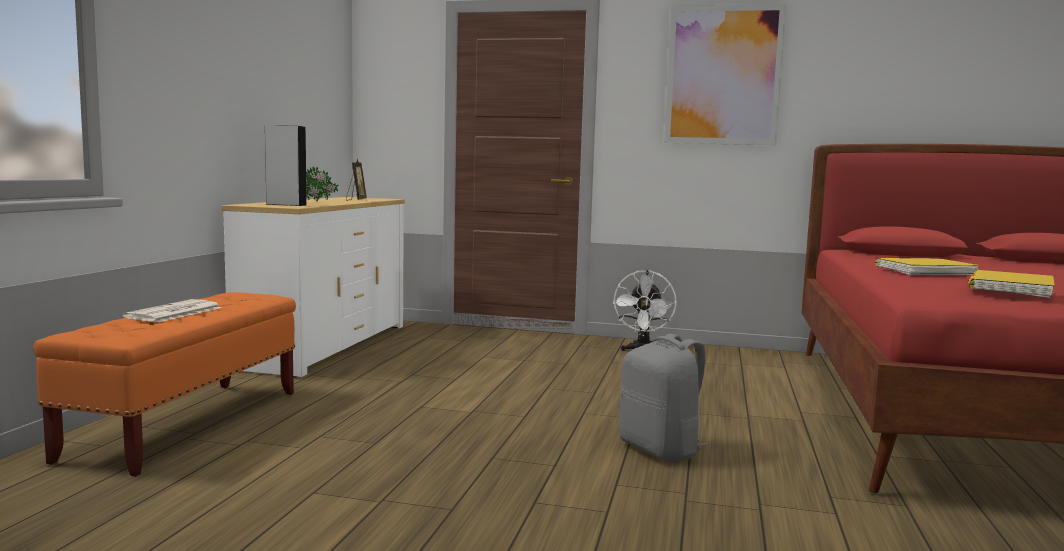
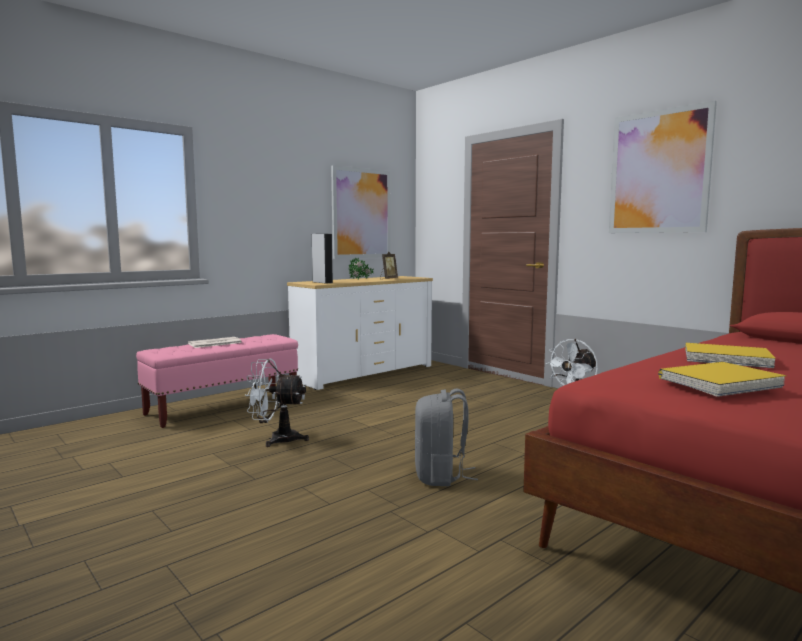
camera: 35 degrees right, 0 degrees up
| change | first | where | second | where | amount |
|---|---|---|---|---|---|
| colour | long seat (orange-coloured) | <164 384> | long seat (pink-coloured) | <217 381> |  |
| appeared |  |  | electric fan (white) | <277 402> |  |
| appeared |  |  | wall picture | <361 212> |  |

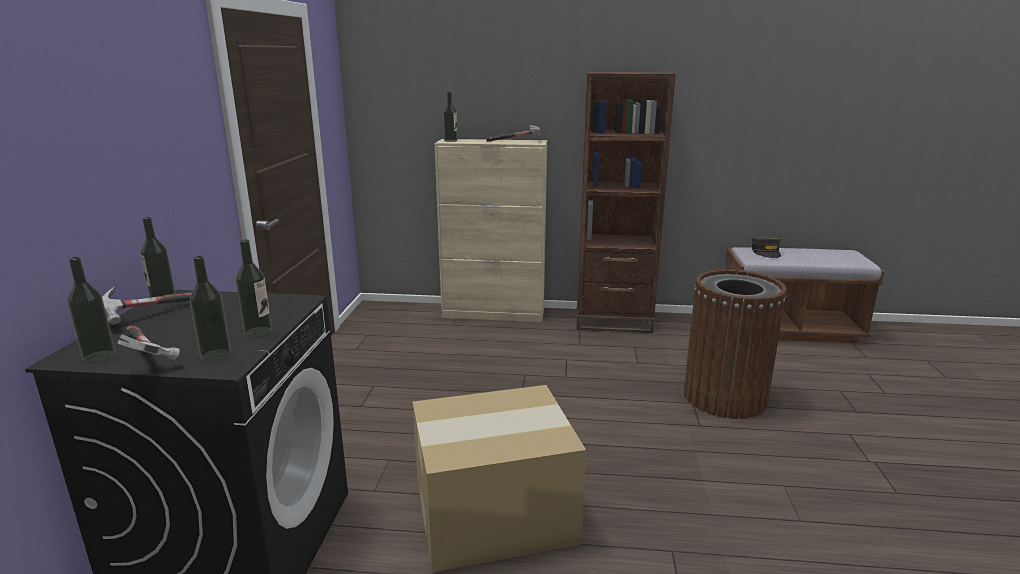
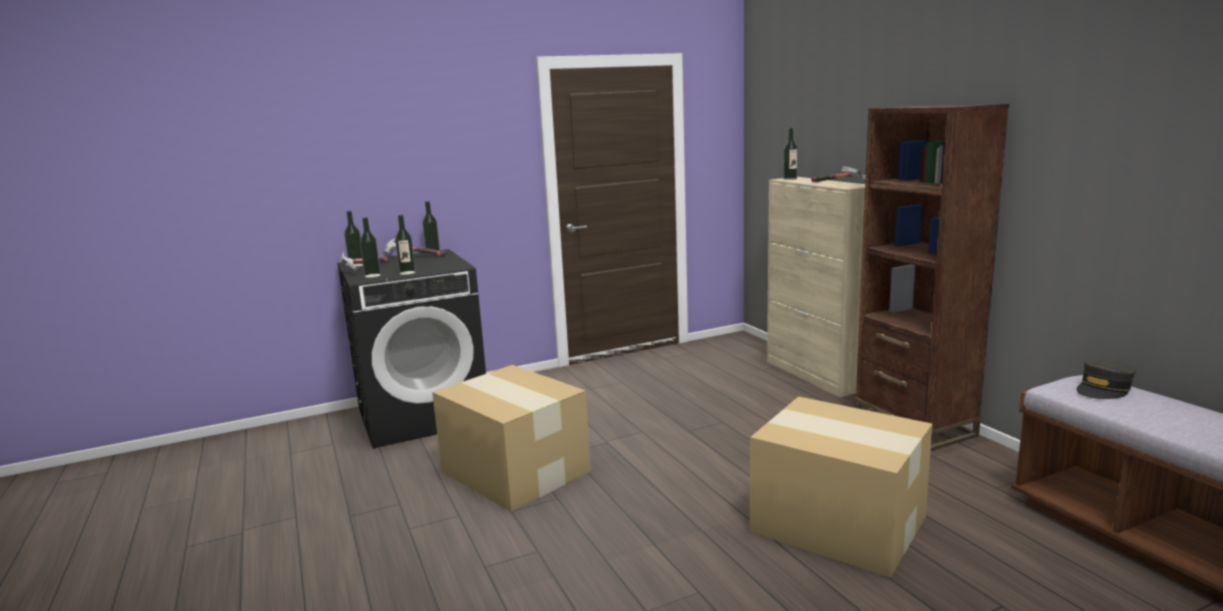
camera: 60 degrees right, 5 degrees down
| change | first | where | second | where | amount |
|---|---|---|---|---|---|
| exchanged | waste bin (brown) | <735 344> | carton | <841 487> |  |

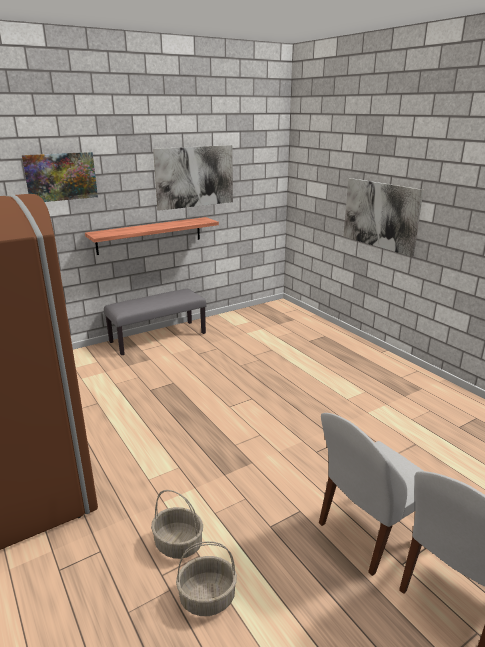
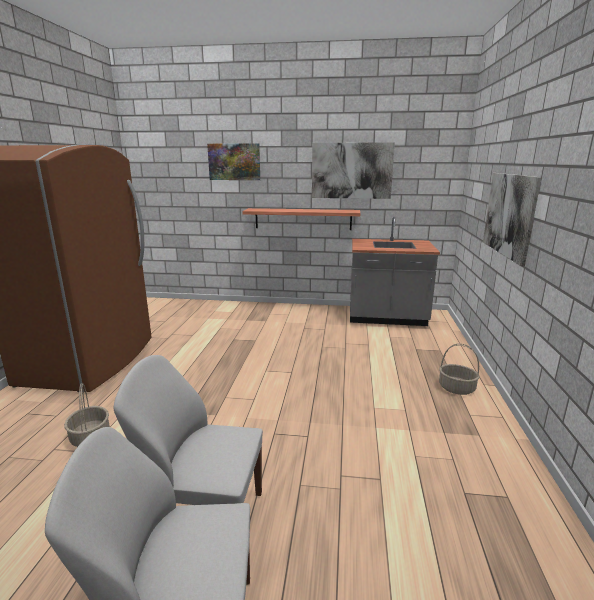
camera: 40 degrees right, 5 degrees down
| change | first | where | second | where | amount |
|---|---|---|---|---|---|
| appeared |  |  | kitchen base unit (greyish) | <395 271> |  |
| relocated | storage basket | <206 578> |  | <459 369> |  |
| missing | long seat (greyish) | <155 322> |  |  |  |

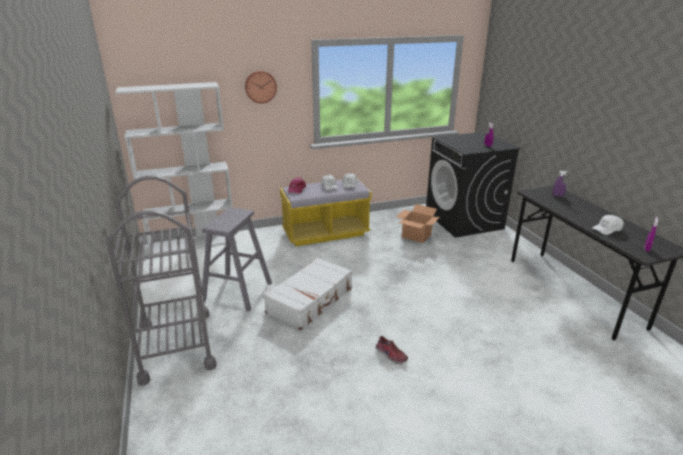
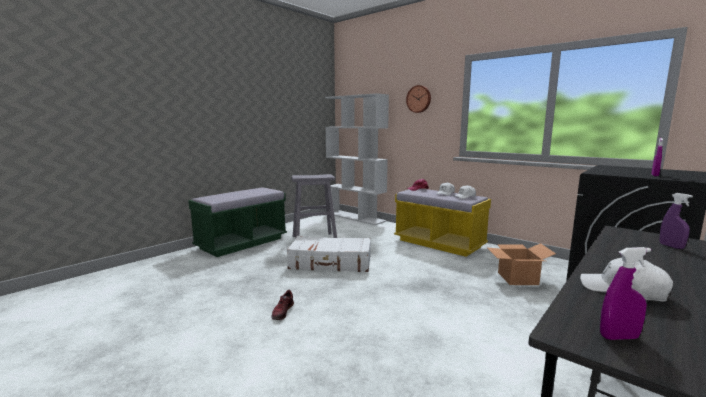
camera: 60 degrees right, 15 degrees down
| change | first | where | second | where | amount |
|---|---|---|---|---|---|
| exchanged | cart (greyish) | <161 280> | long seat (greenish) | <237 222> |  |

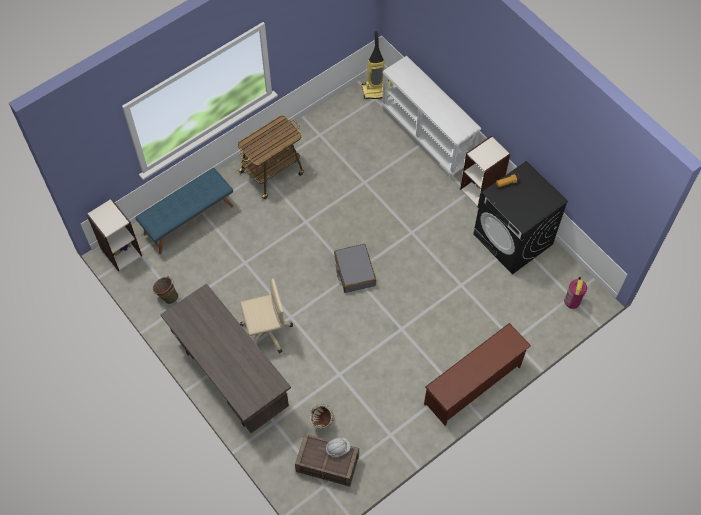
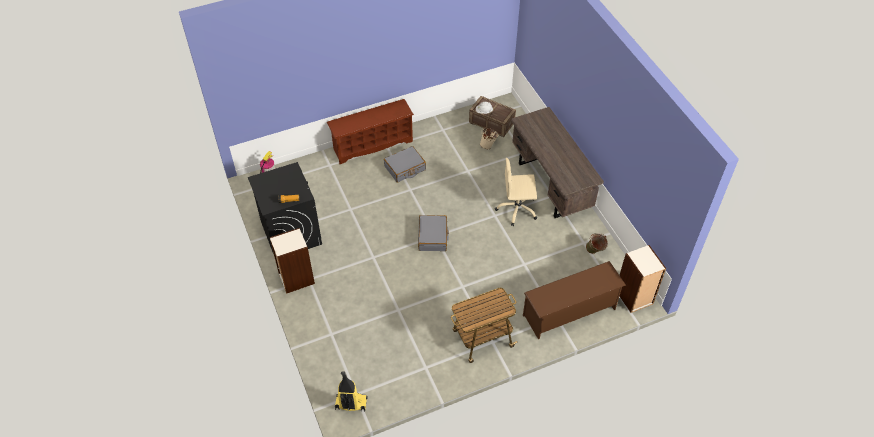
camera: 165 degrees left, 10 degrees down
| change | first | where | second | where | amount |
|---|---|---|---|---|---|
| appeared |  |  | travel case (greyish) | <405 164> |  |
| exchanged | long seat (blue-coloured) | <184 211> | shoe shelf (brown) | <574 300> |  |
| missing | hall table (white) | <431 117> |  |  |  |

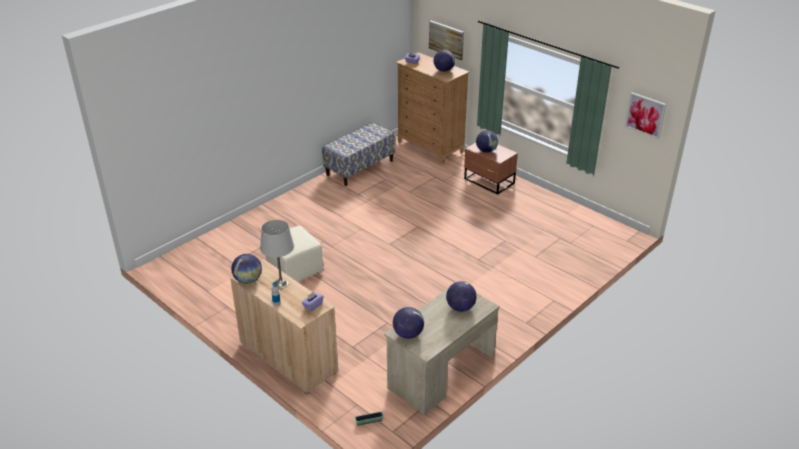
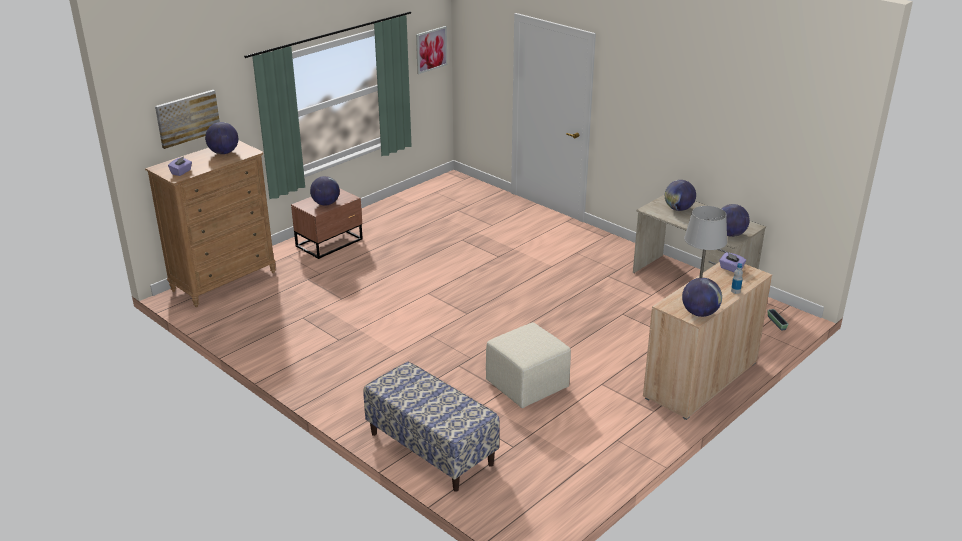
camera: 90 degrees left, 5 degrees down
| change | first | where | second | where | amount |
|---|---|---|---|---|---|
| relocated | long seat | <359 154> |  | <431 427> |  |

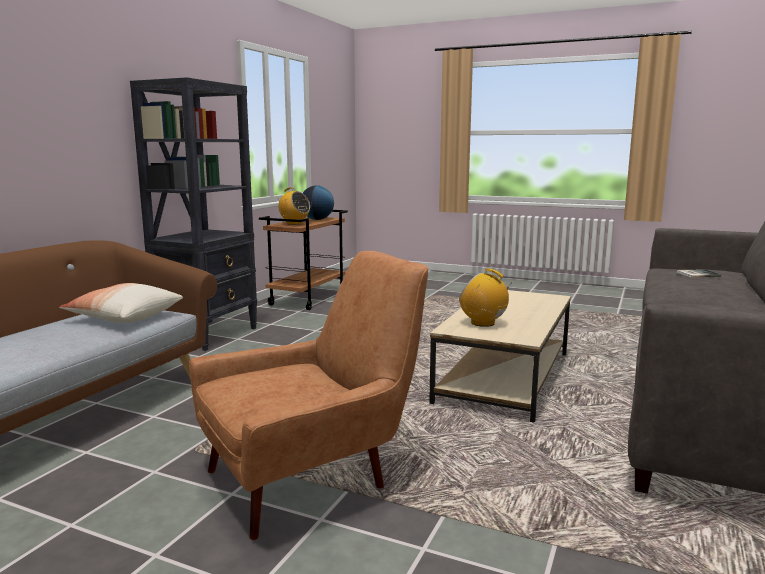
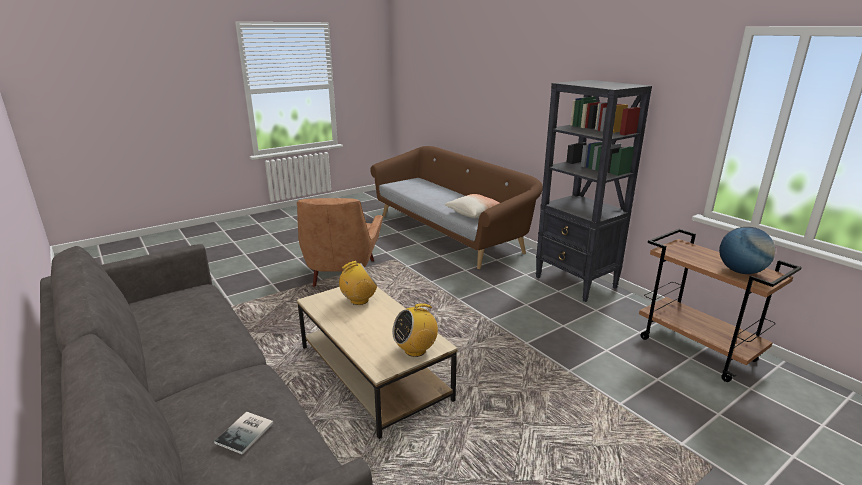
camera: 120 degrees right, 10 degrees up
| change | first | where | second | where | amount |
|---|---|---|---|---|---|
| relocated | radio set | <293 206> |  | <415 330> |  |

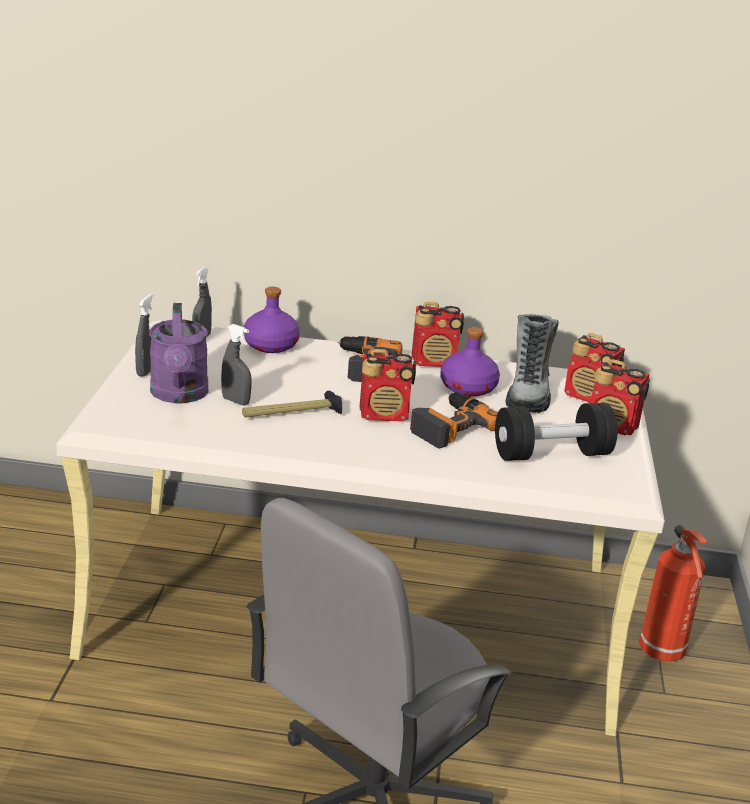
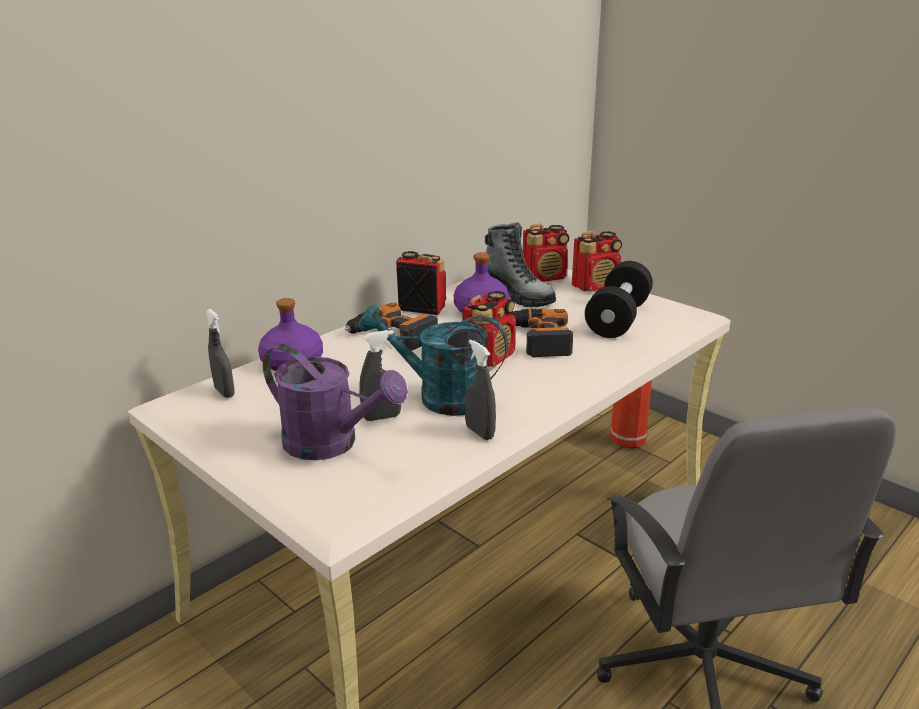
camera: 50 degrees left, 0 degrees up
| change | first | where | second | where | amount |
|---|---|---|---|---|---|
| exchanged | hammer | <292 404> | watering pot (blue-green) | <433 360> |  |
| spun | radio set | <438 334> |  | <421 283> | 105 degrees counterclockwise |
| relocated | spray bottle (greyish) | <144 335> |  | <480 389> |  |

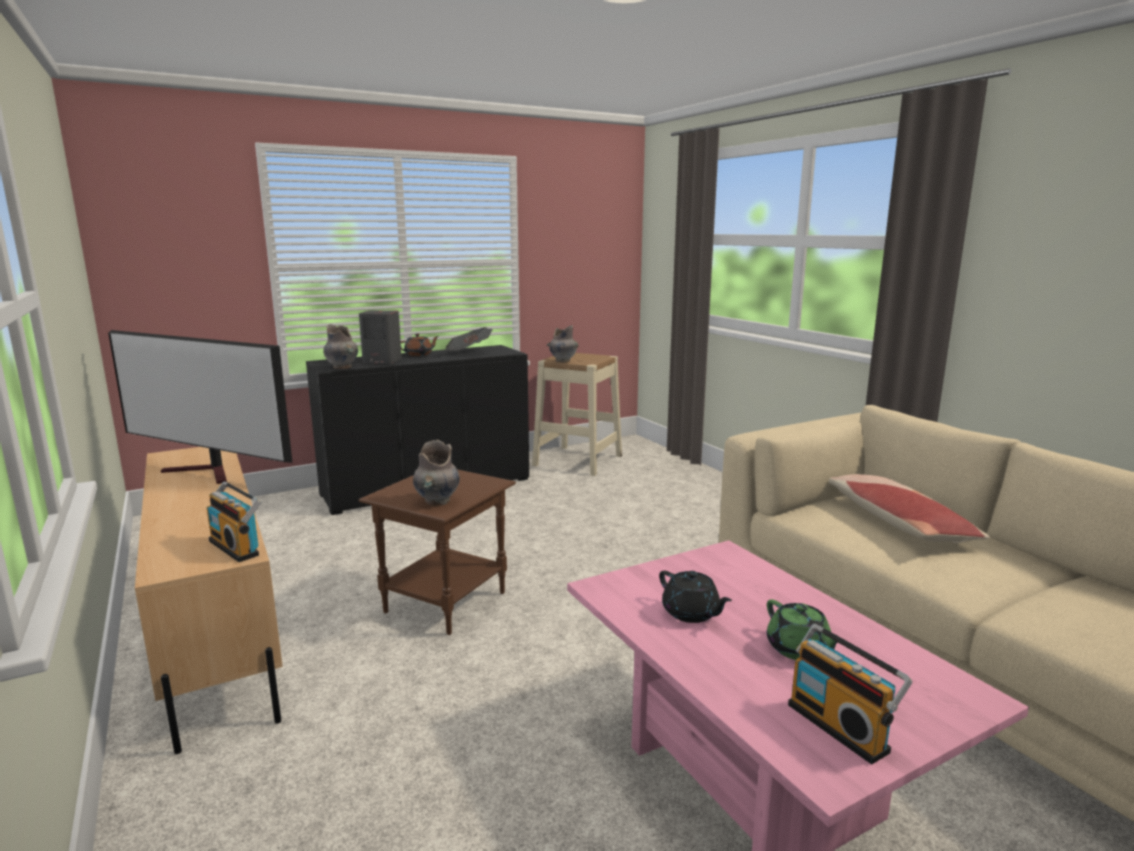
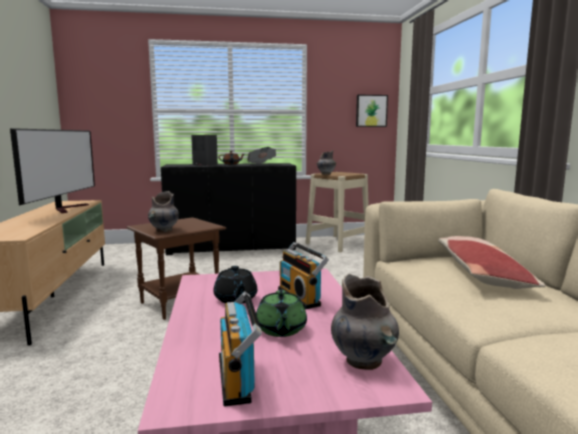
camera: 20 degrees right, 5 degrees down
| change | first | where | second | where | amount |
|---|---|---|---|---|---|
| spun | television | <200 407> |  | <52 170> | 135 degrees counterclockwise |
| relocated | radio set | <234 521> |  | <303 275> |  |
| relocated | flower vase (greyish) | <340 346> |  | <365 322> |  |
| appeared |  |  | wall picture | <372 111> |  |

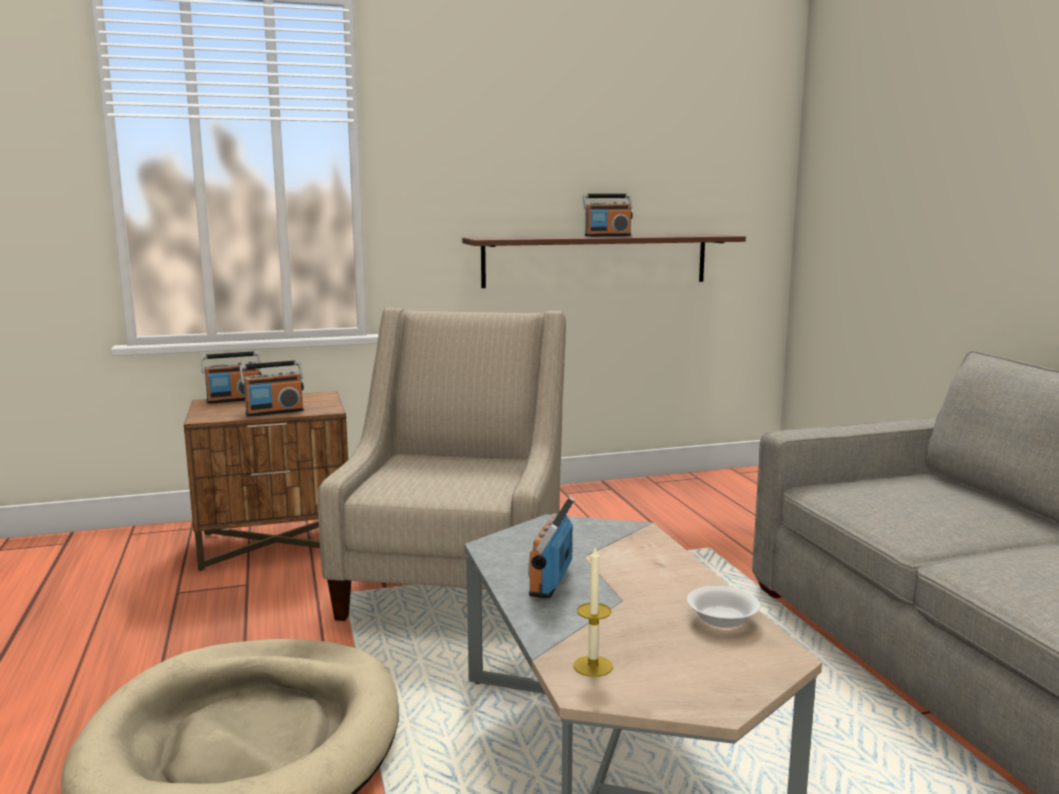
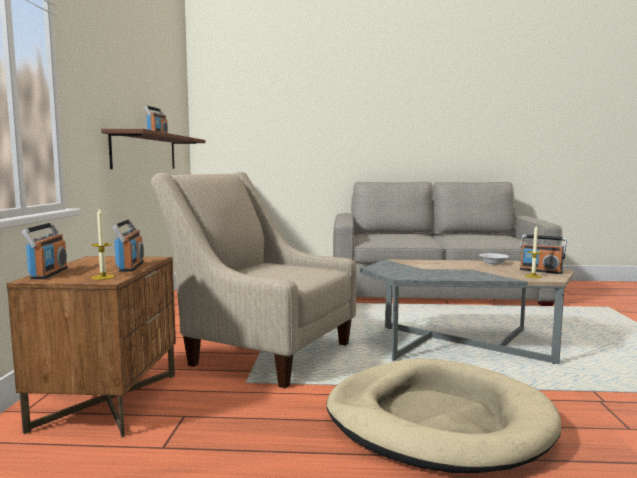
camera: 70 degrees left, 5 degrees down
| change | first | where | second | where | amount |
|---|---|---|---|---|---|
| appeared |  |  | wax light | <103 244> |  |
| relocated | radio set | <551 547> |  | <543 254> |  |

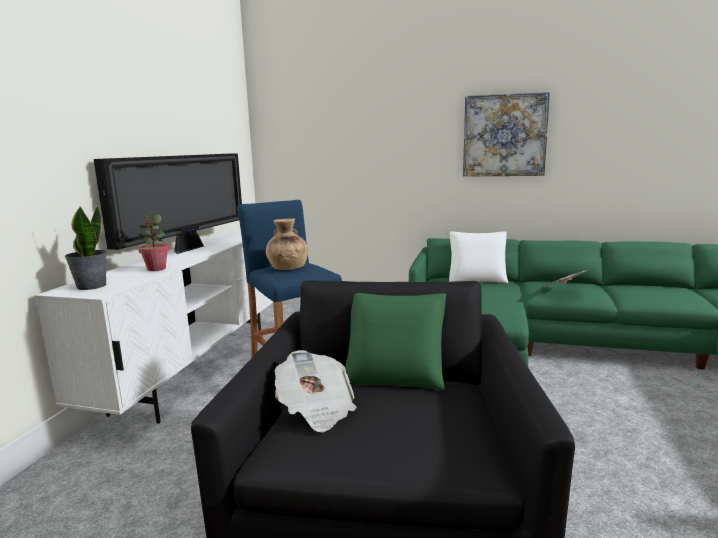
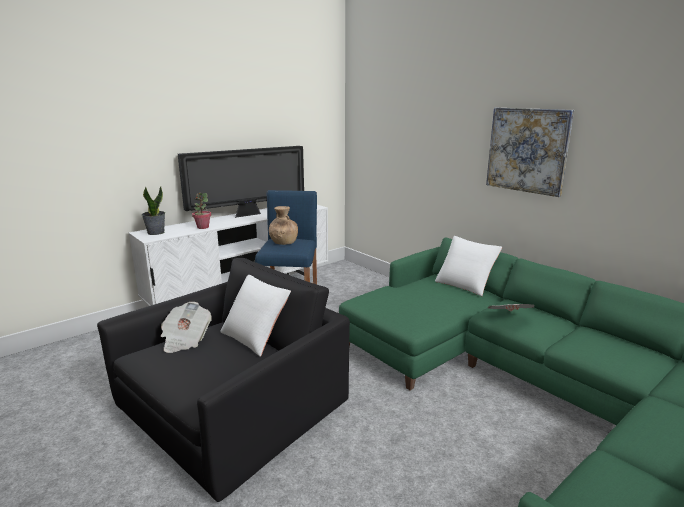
camera: 35 degrees right, 5 degrees up
| change | first | where | second | where | amount |
|---|---|---|---|---|---|
| colour | cushion (greenish) | <395 341> | cushion (white) | <255 316> |  |

